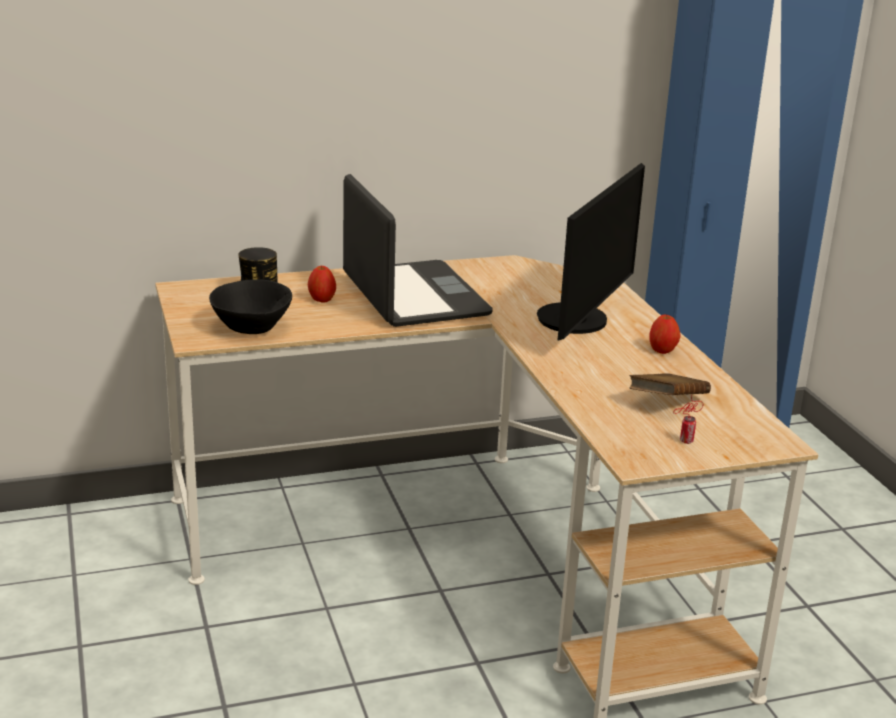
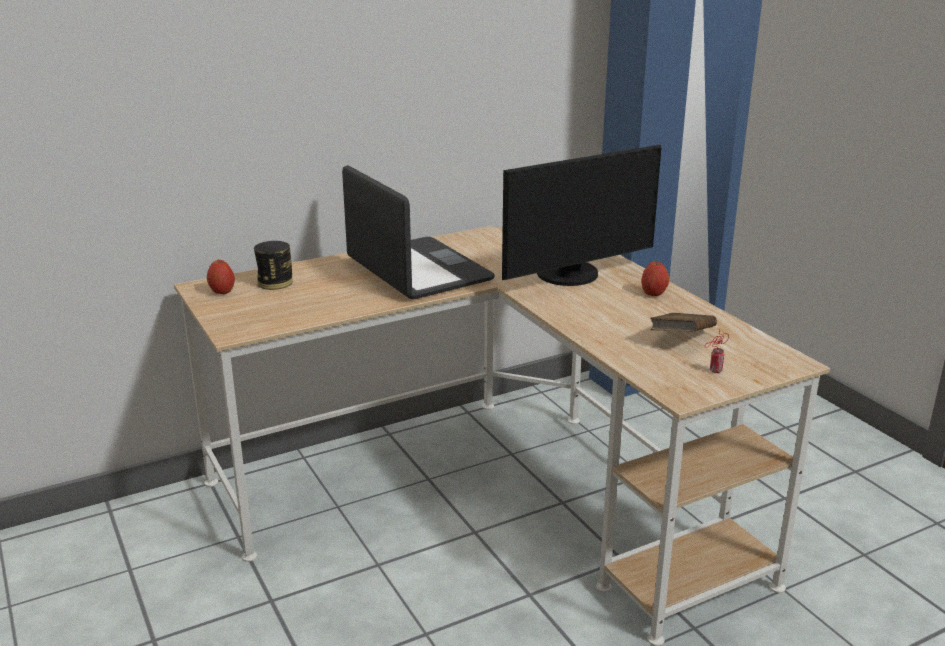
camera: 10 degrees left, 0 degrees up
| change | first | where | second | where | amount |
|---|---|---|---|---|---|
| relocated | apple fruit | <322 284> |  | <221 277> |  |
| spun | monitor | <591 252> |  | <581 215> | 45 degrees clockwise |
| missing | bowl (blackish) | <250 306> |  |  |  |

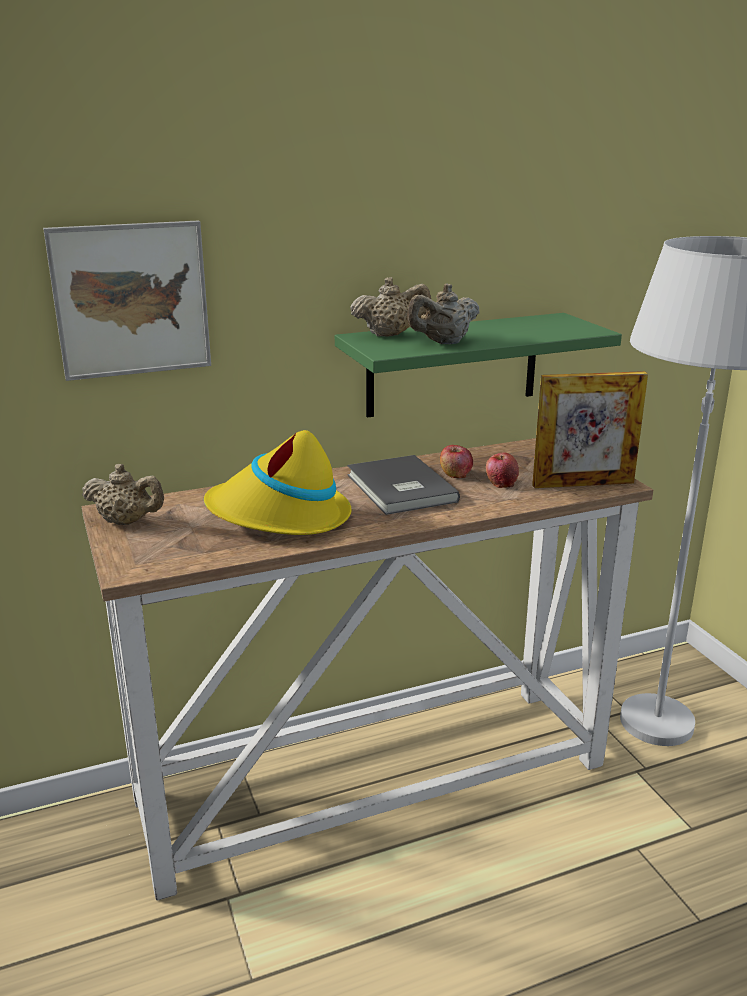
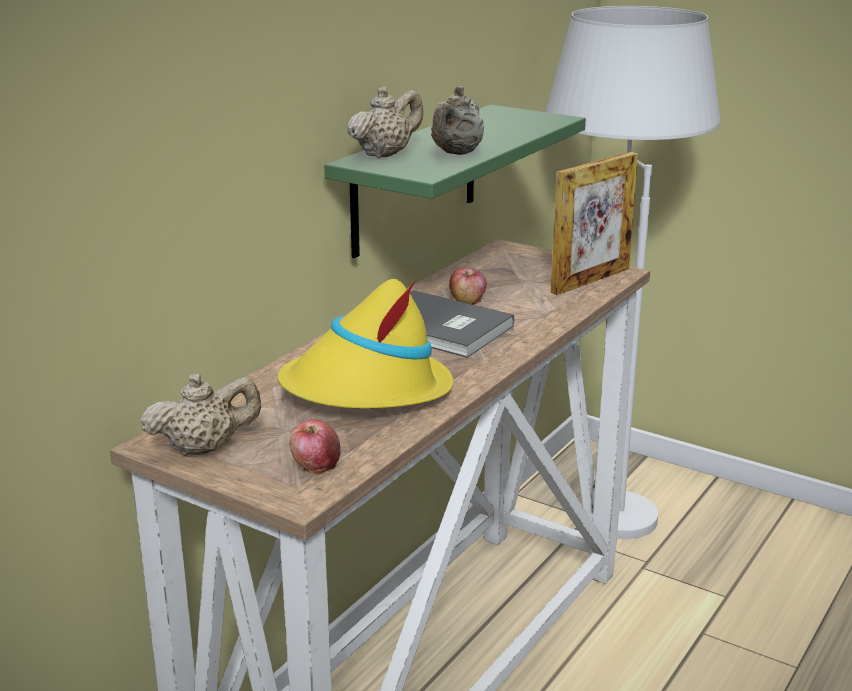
camera: 35 degrees left, 0 degrees up
| change | first | where | second | where | amount |
|---|---|---|---|---|---|
| relocated | apple fruit | <502 470> |  | <315 447> |  |
| missing | wall picture | <127 300> |  |  |  |

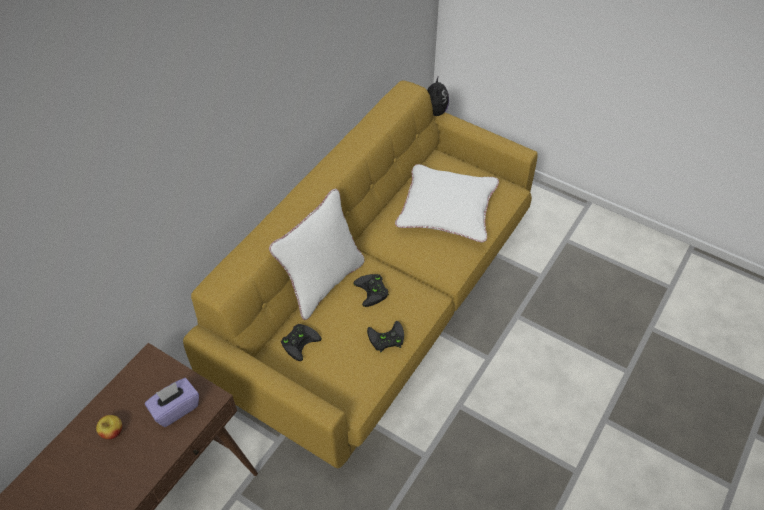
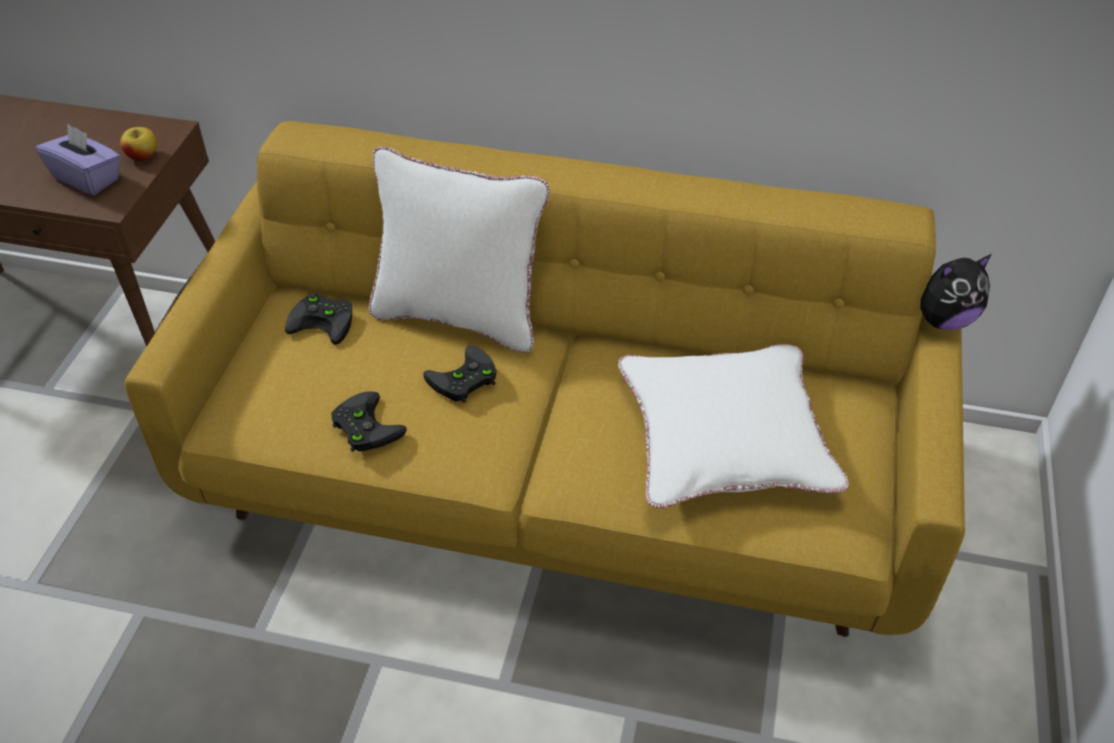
camera: 70 degrees right, 5 degrees down
| change | first | where | second | where | amount |
|---|---|---|---|---|---|
| relocated | apple fruit | <109 427> |  | <138 144> |  |

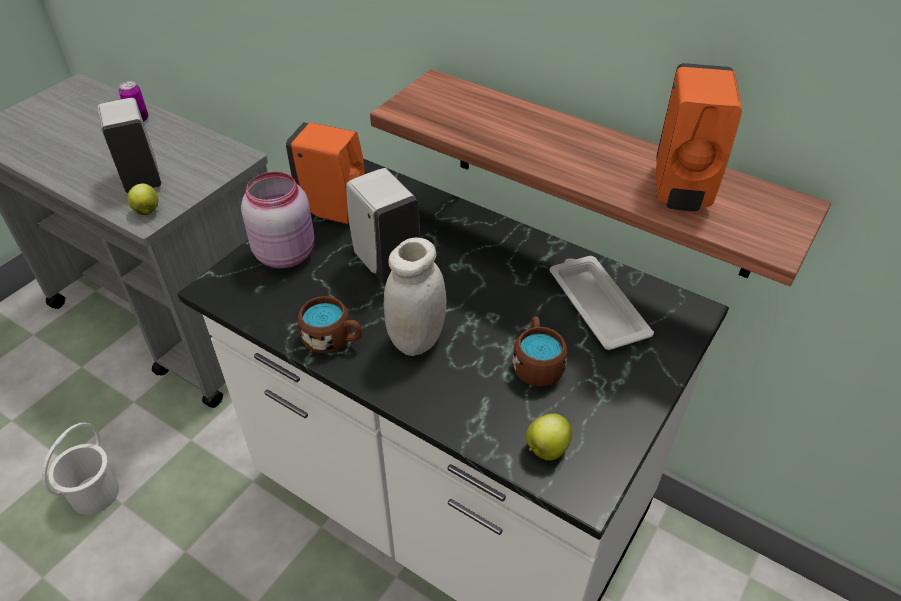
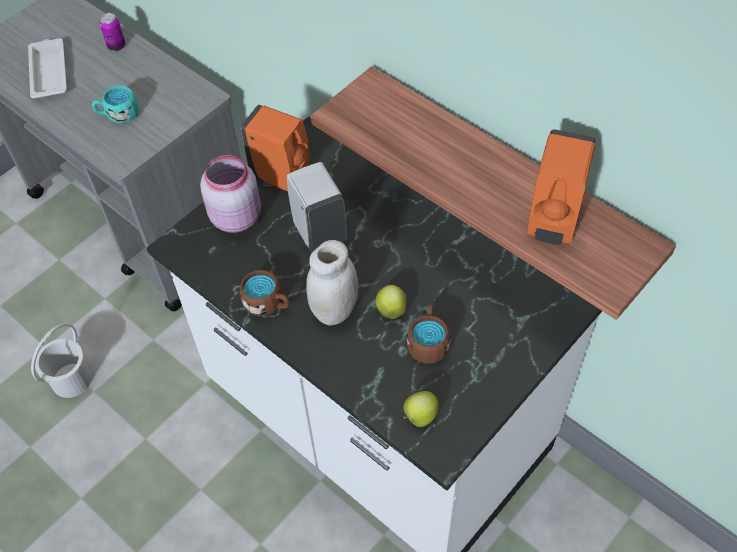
camera: 10 degrees right, 10 degrees up
| change | first | where | second | where | amount |
|---|---|---|---|---|---|
| relocated | serving tray (white) | <602 303> |  | <47 68> |  |
| exchanged | soap dispenser (white) | <129 145> | mug (blue-green) | <115 104> |  |
| relocated | apple fruit | <142 199> |  | <391 302> |  |

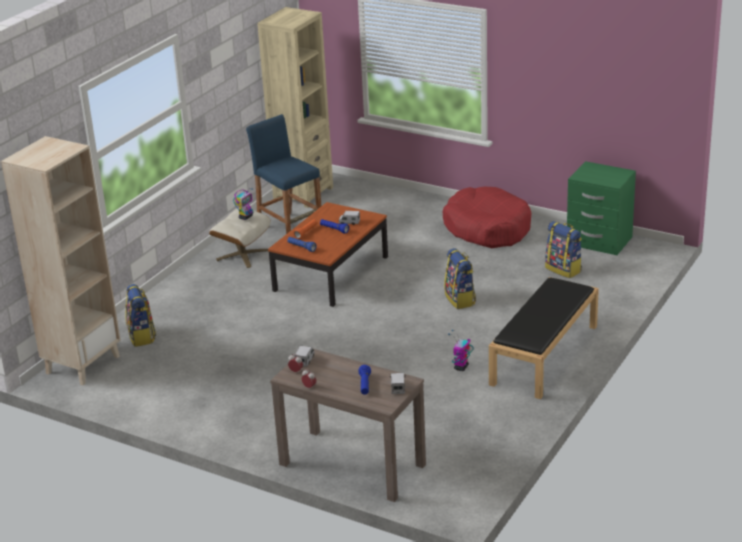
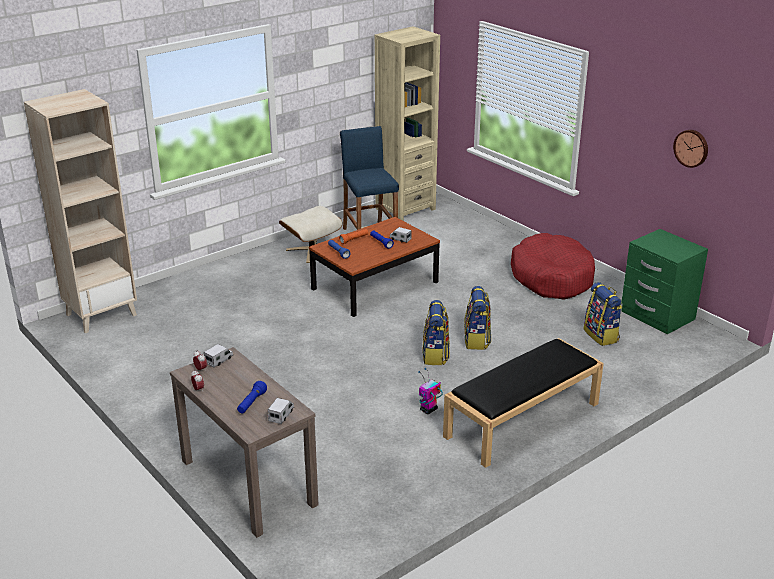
camera: 20 degrees right, 0 degrees up
| change | first | where | second | where | amount |
|---|---|---|---|---|---|
| relocated | backpack | <140 315> |  | <436 332> |  |
| appeared |  |  | clock on the wall | <690 149> |  |
| missing | toy robot | <243 204> |  |  |  |

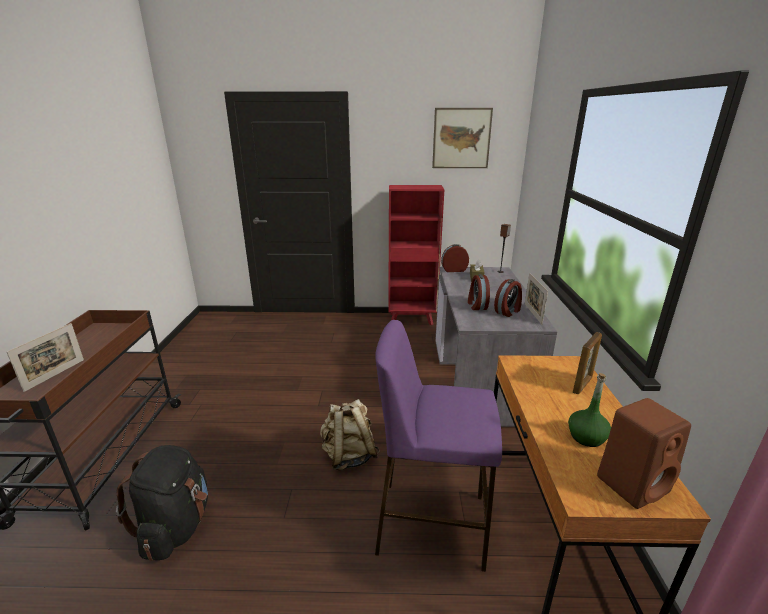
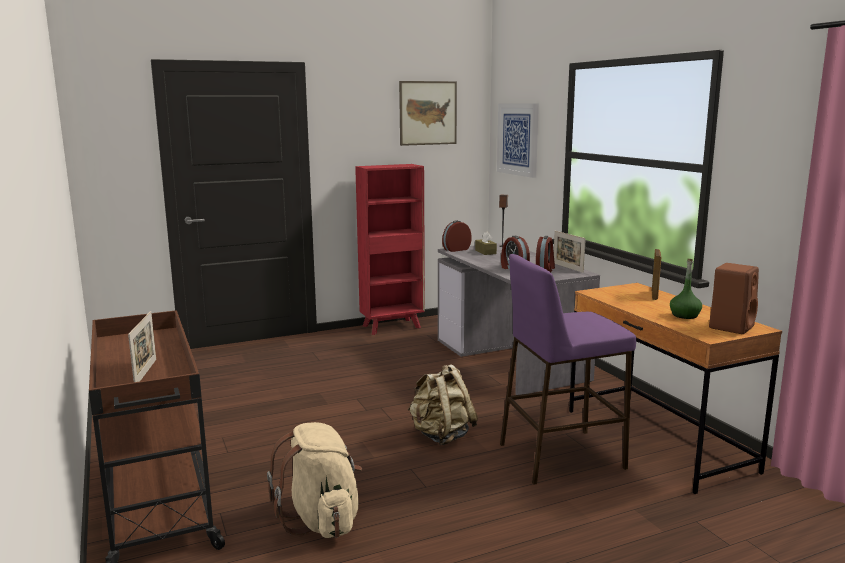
camera: 25 degrees left, 10 degrees down
| change | first | where | second | where | amount |
|---|---|---|---|---|---|
| colour | backpack (blackish) | <162 503> | backpack (sand-coloured) | <314 480> |  |
| appeared |  |  | wall picture | <518 140> |  |

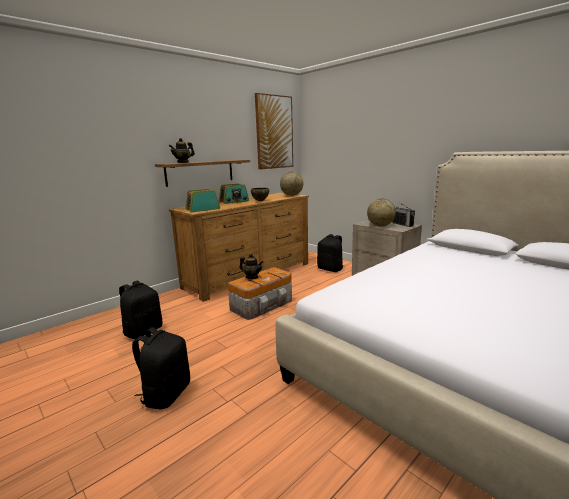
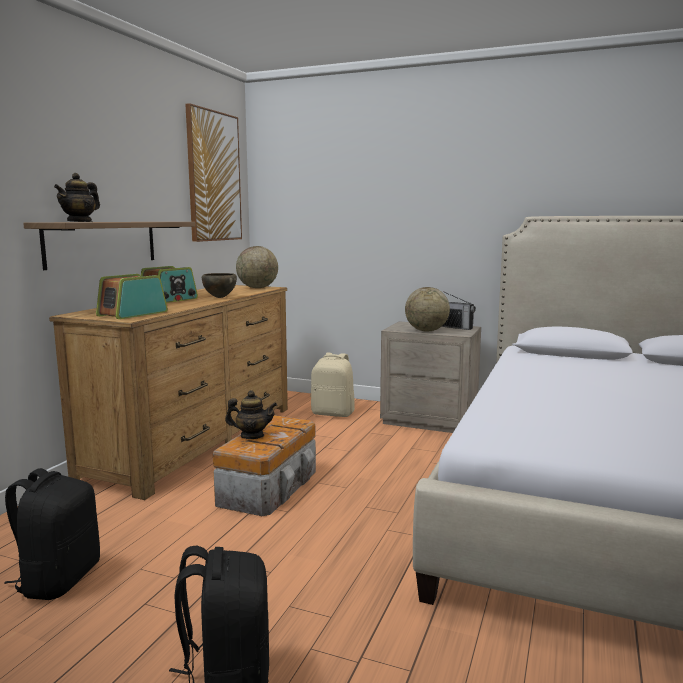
camera: 25 degrees left, 5 degrees down
| change | first | where | second | where | amount |
|---|---|---|---|---|---|
| colour | backpack (blackish) | <330 253> | backpack (sand-coloured) | <333 385> |  |

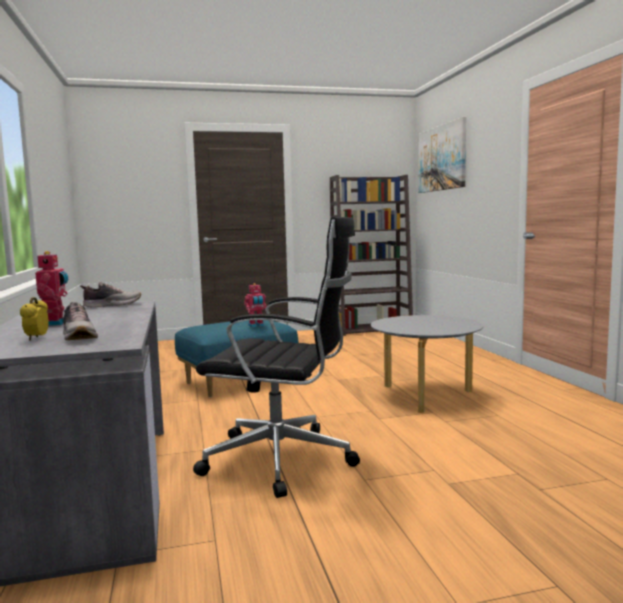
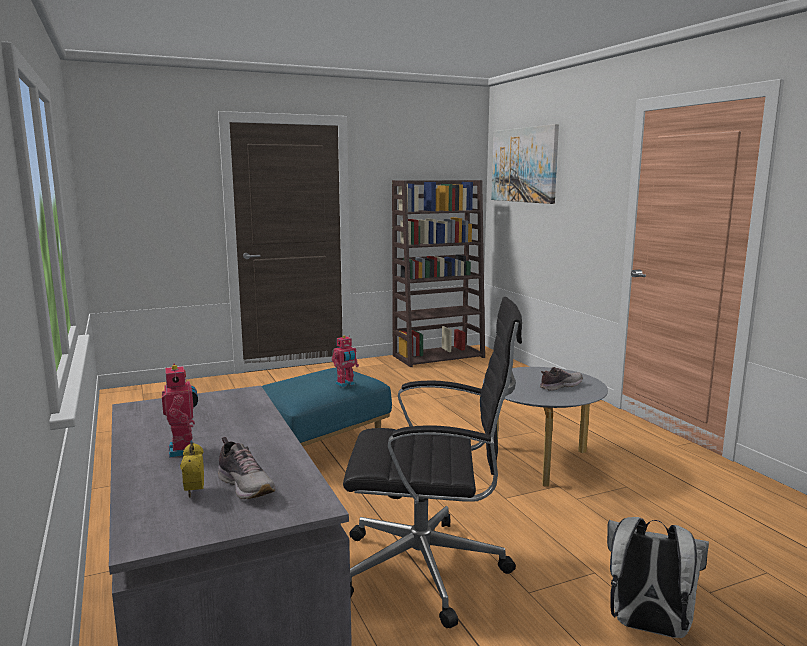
camera: 10 degrees left, 5 degrees up
| change | first | where | second | where | amount |
|---|---|---|---|---|---|
| relocated | low shoe | <110 294> |  | <561 379> |  |
| appeared |  |  | backpack (white) | <658 577> |  |

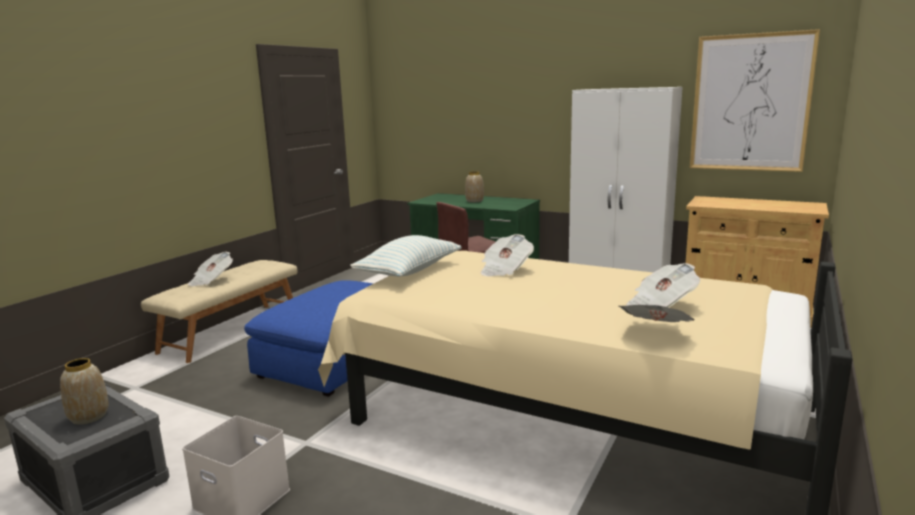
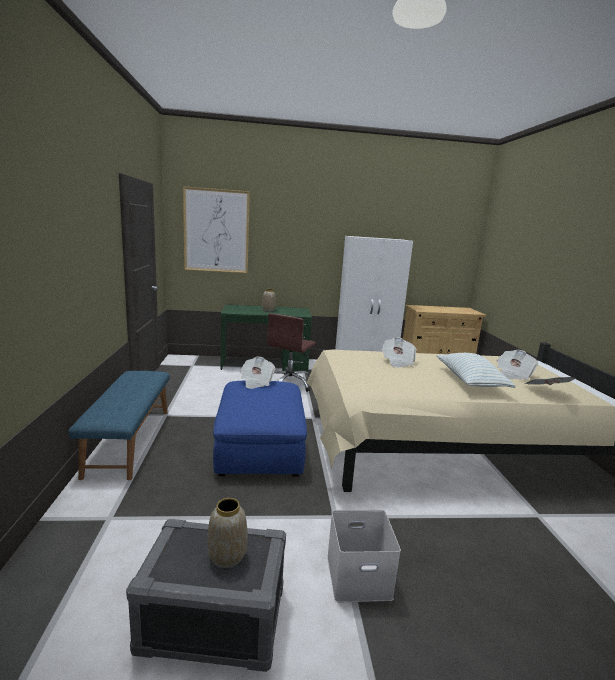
camera: 35 degrees left, 0 degrees up
| change | first | where | second | where | amount |
|---|---|---|---|---|---|
| colour | long seat (sand-coloured) | <219 311> | long seat (blue-coloured) | <119 425> |  |
| relocated | wall picture | <755 100> |  | <216 229> |  |
| relocated | printed paper | <210 269> |  | <257 373> |  |
| relocated | cushion | <405 256> |  | <476 370> |  |

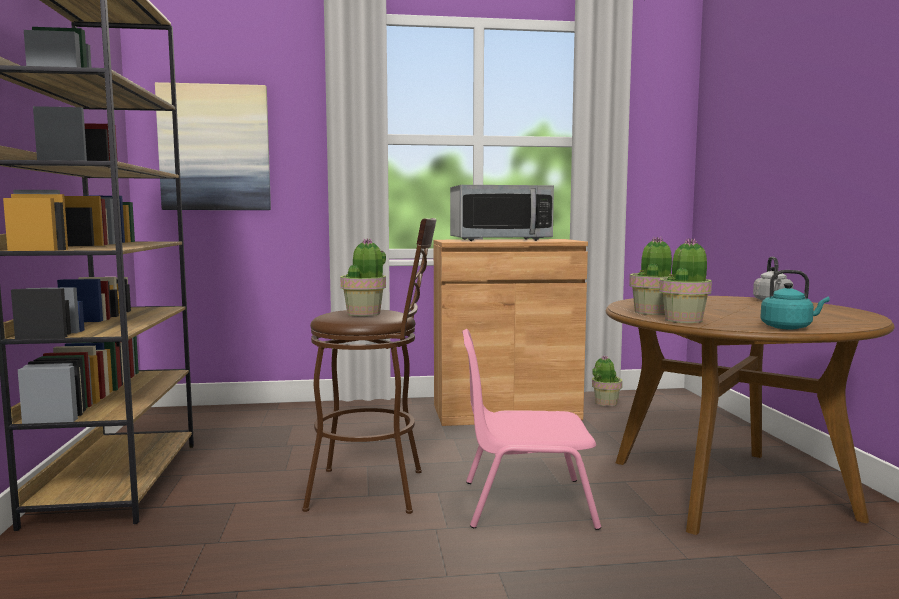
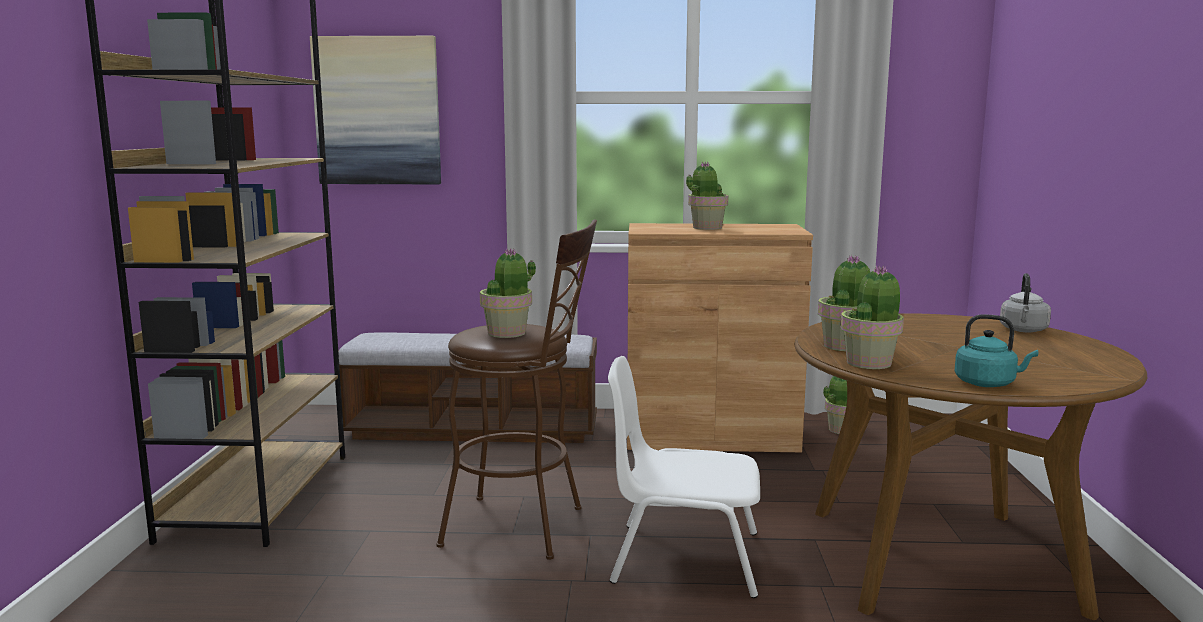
camera: 10 degrees right, 5 degrees up
| change | first | where | second | where | amount |
|---|---|---|---|---|---|
| appeared |  |  | long seat | <467 388> |  |
| colour | plain chair (pink-coloured) | <531 429> | plain chair (white) | <684 477> |  |
| exchanged | kitchen microwave | <502 213> | houseplant | <707 196> |  |

